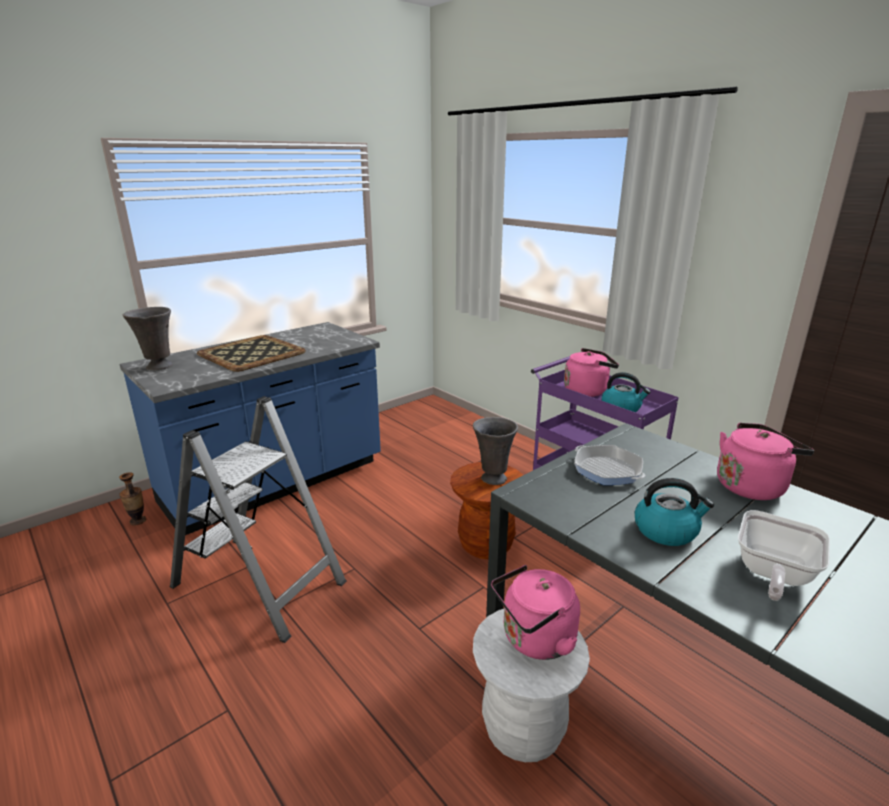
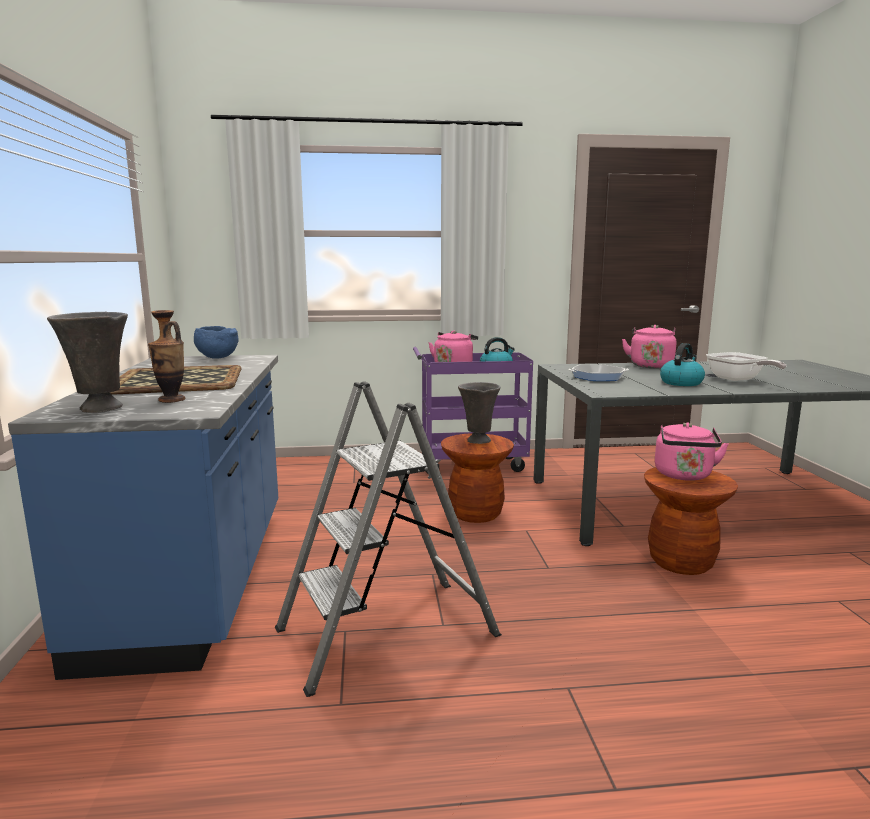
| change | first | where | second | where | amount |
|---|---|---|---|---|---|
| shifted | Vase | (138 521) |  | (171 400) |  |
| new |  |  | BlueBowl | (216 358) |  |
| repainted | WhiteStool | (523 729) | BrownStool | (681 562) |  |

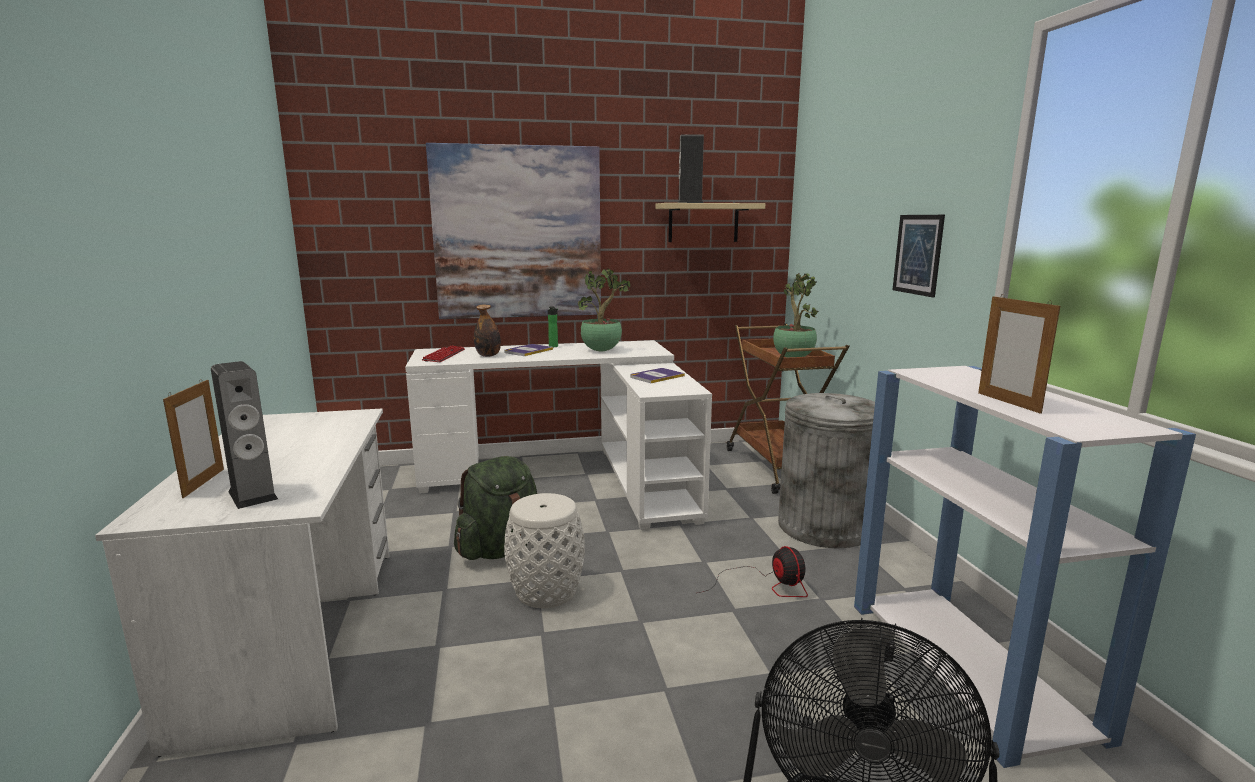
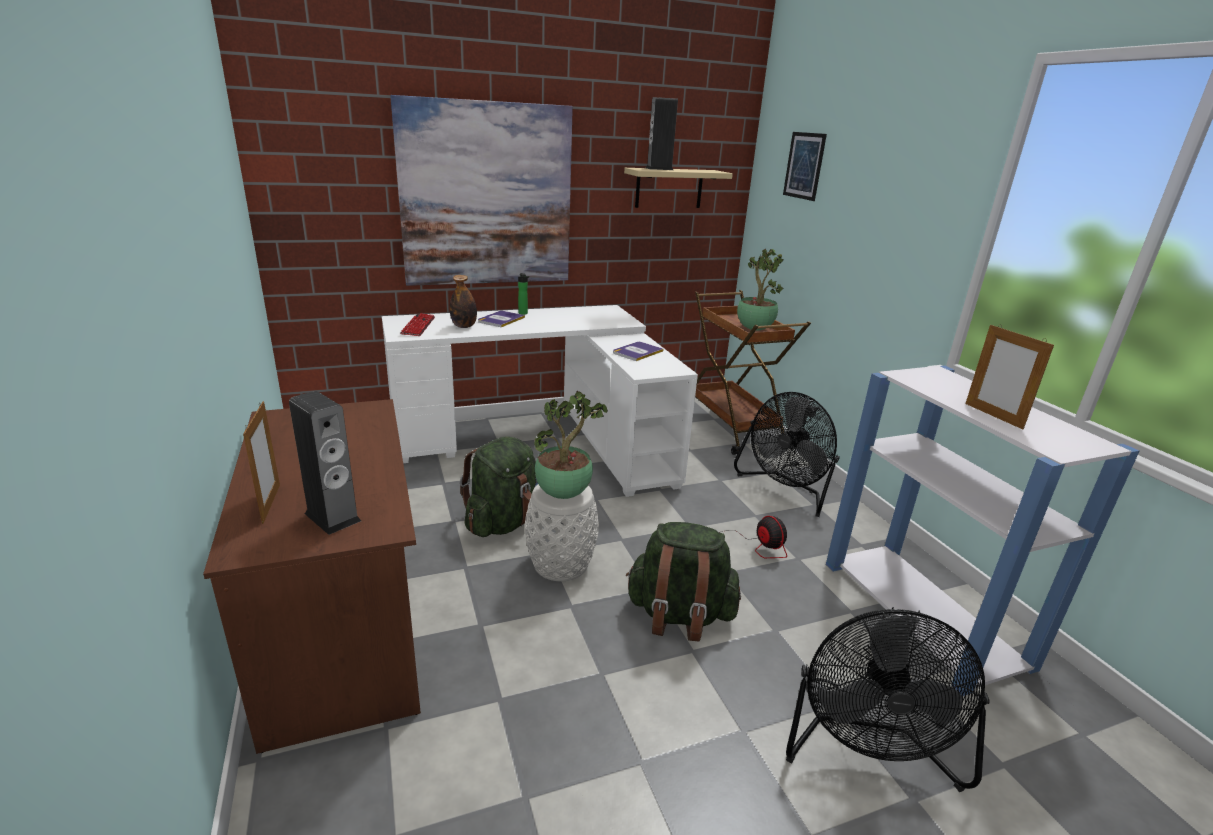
| change | first | where | second | where | amount |
|---|---|---|---|---|---|
| repainted | WhiteDesk | (299 634) | BrownDesk | (343 622) |  |
| shifted | PottedPlant | (602 351) |  | (564 494) |  |
| new |  |  | GreenBackpack | (679 615) |  |
| swapped | GreyTrashCan | (824 526) | BlackFan | (784 487) |  |
| shifted | Picture | (917 254) |  | (804 165) |  |

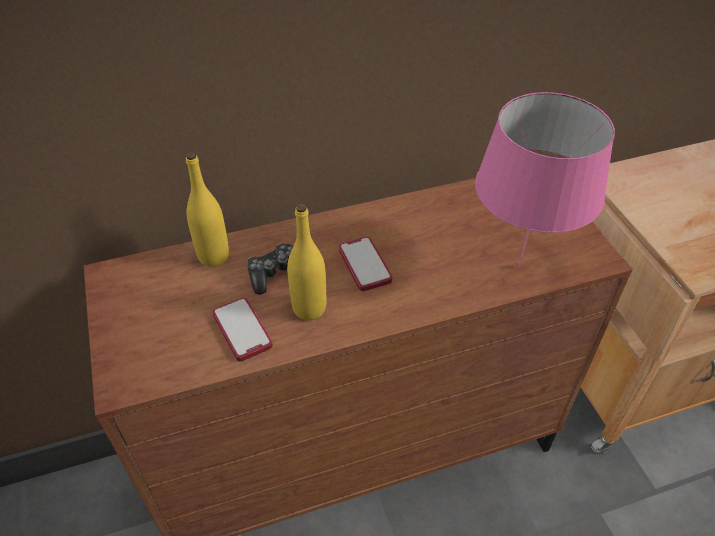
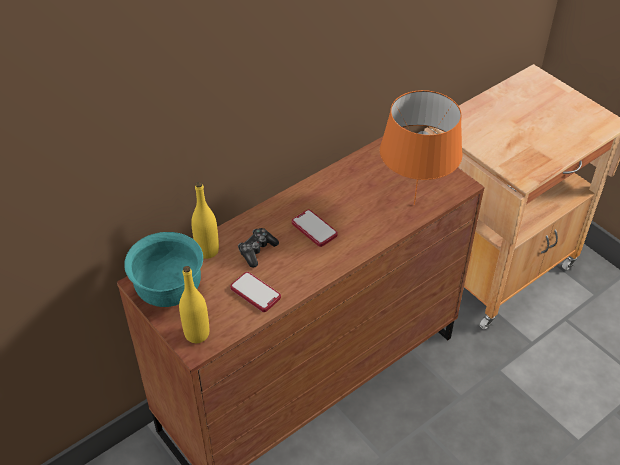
| change | first | where | second | where | amount |
|---|---|---|---|---|---|
| new |  |  | TurquoiseBowl | (169 291) |  |
| shifted | YellowBottle | (309 308) |  | (197 334) |  |
| repainted | PinkTableLamp | (517 267) | OrangeTableLamp | (413 204) |  |

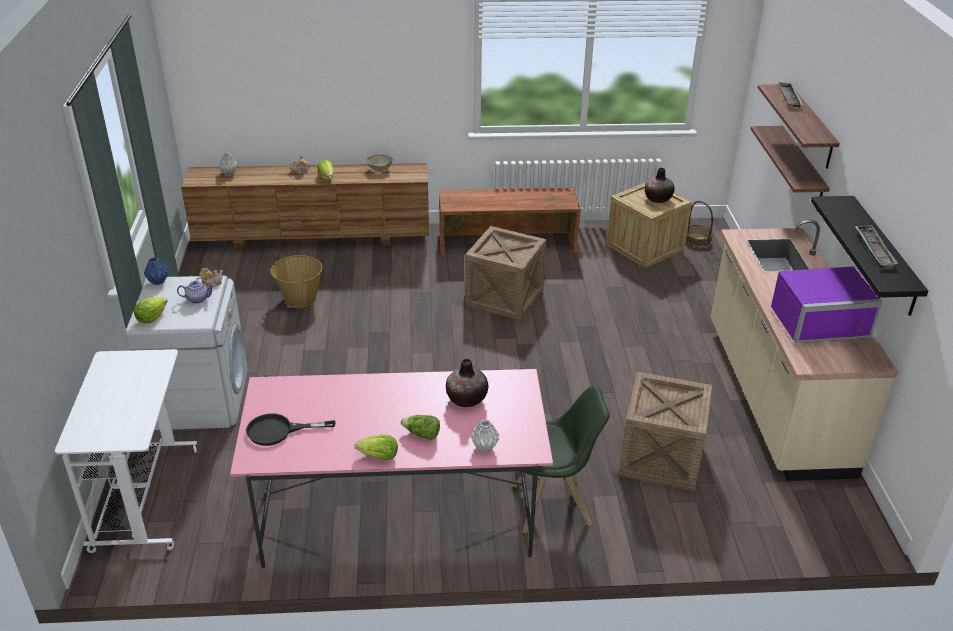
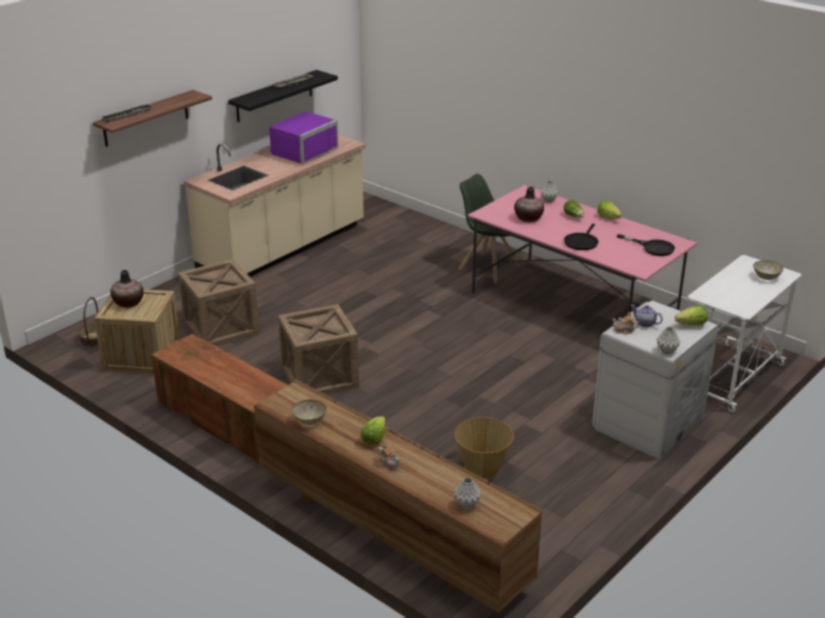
| change | first | where | second | where | amount |
|---|---|---|---|---|---|
| shifted | Crate | (660 457) |  | (221 328) |  |
| rotated | PurpleMicrowave | (817 320) |  | (301 151) | 90 degrees clockwise |
| new |  |  | BlackFryingPan | (581 242) |  |
| repainted | BlueVase | (157 282) | GreyVase | (667 351) |  |
| new |  |  | Bowl | (765 277) |  |
| gone | Shelf | (801 169) |  |  |  |

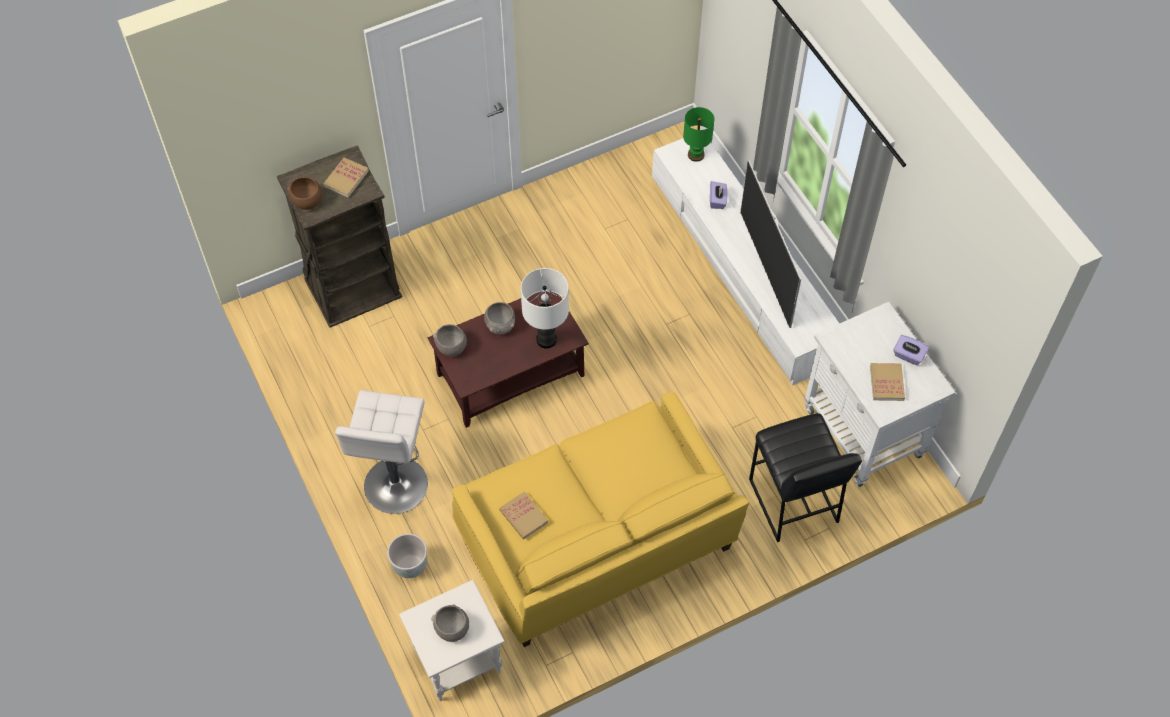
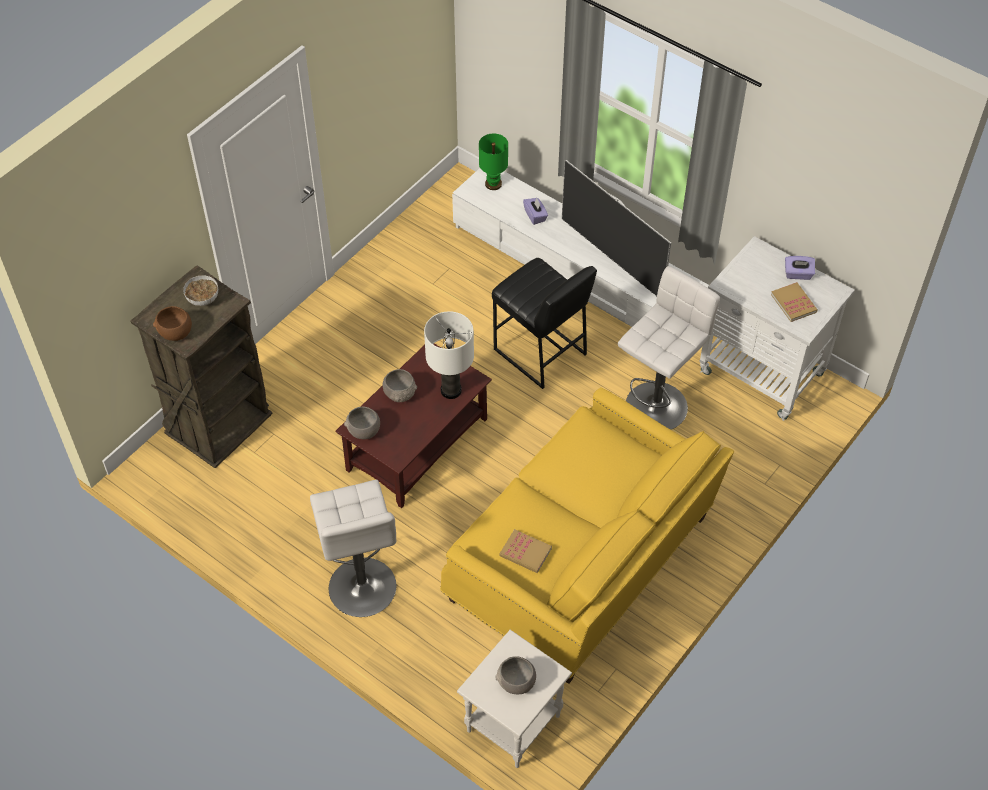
| change | first | where | second | where | amount |
|---|---|---|---|---|---|
| swapped | Book | (346 179) | Bowl | (203 298) |  |
| shifted | BlackStool | (794 502) |  | (541 353) |  |
| new |  |  | WhiteStool | (657 406) |  |
| gone | GreyPlanter | (410 565) |  |  |  |

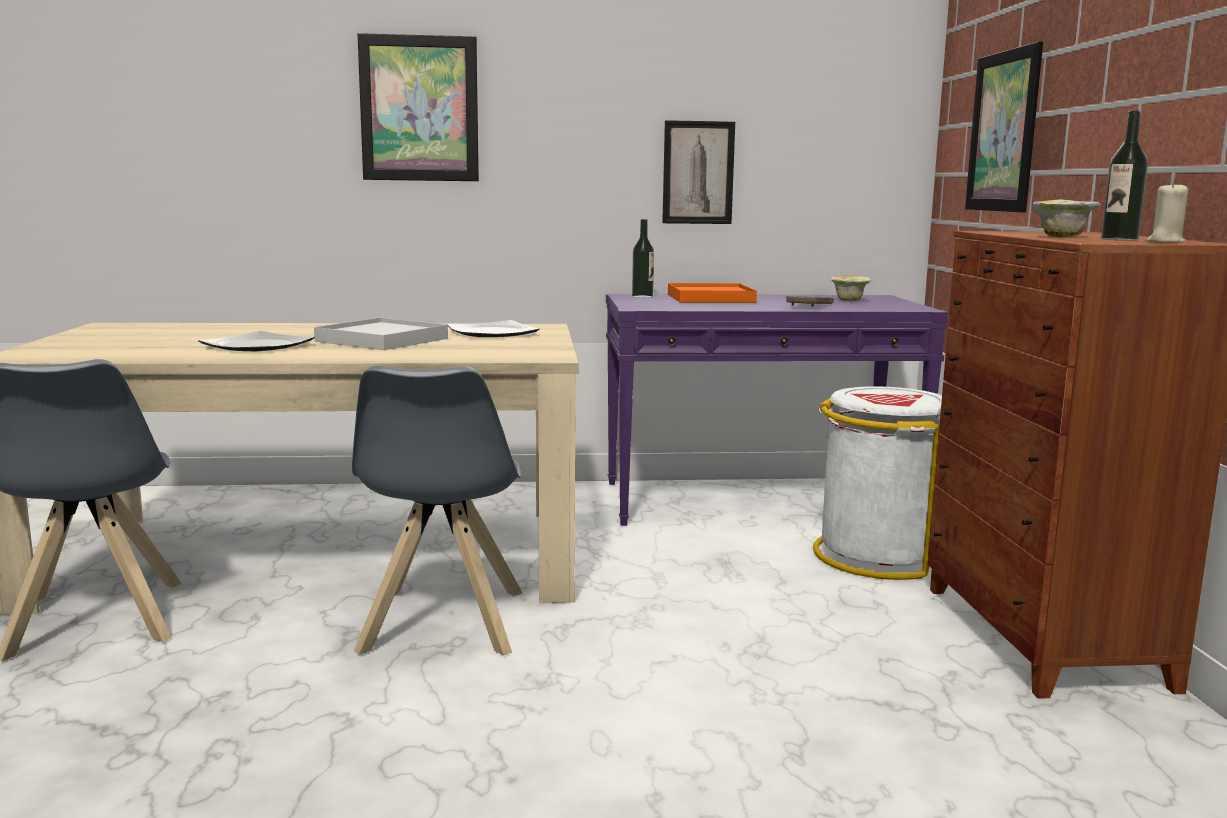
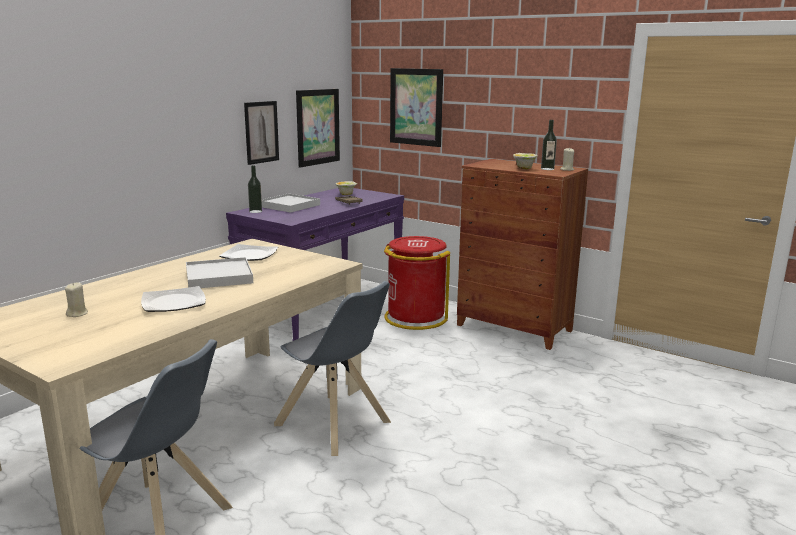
| change | first | where | second | where | amount |
|---|---|---|---|---|---|
| new |  |  | BeigeCandle | (77 314) |  |
| repainted | OrangeTray | (710 298) | WhiteTray | (289 205) |  |
| shifted | Picture | (419 109) |  | (318 127) |  |
| repainted | WhiteTrashCan | (877 555) | RedTrashCan | (415 318) |  |

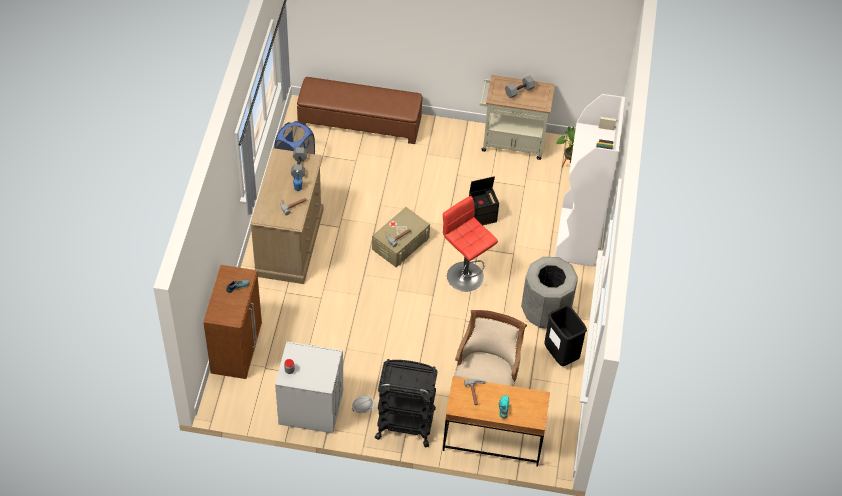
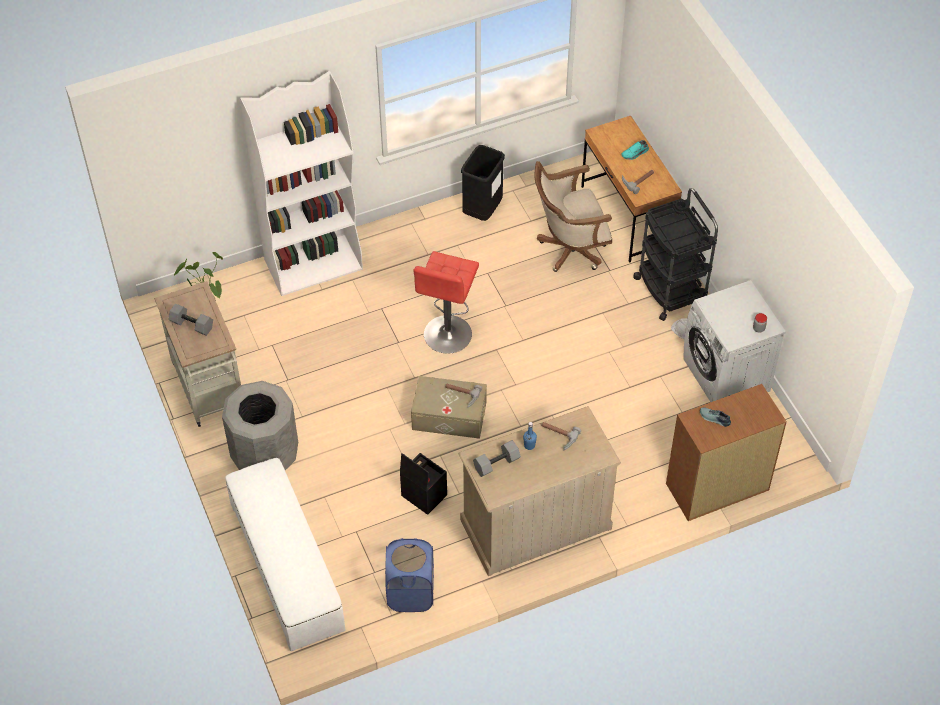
| change | first | where | second | where | amount |
|---|---|---|---|---|---|
| shifted | GreyTrashCan | (545 311) |  | (265 455) |  |
| repainted | BrownBench | (360 121) | WhiteBench | (285 565) |  |
| shifted | BlackStorageBox | (482 216) |  | (423 495) |  |

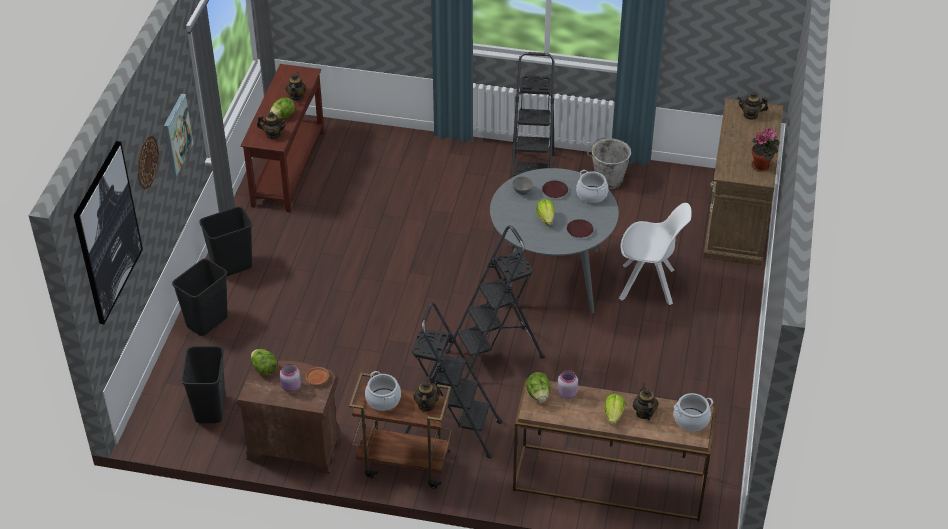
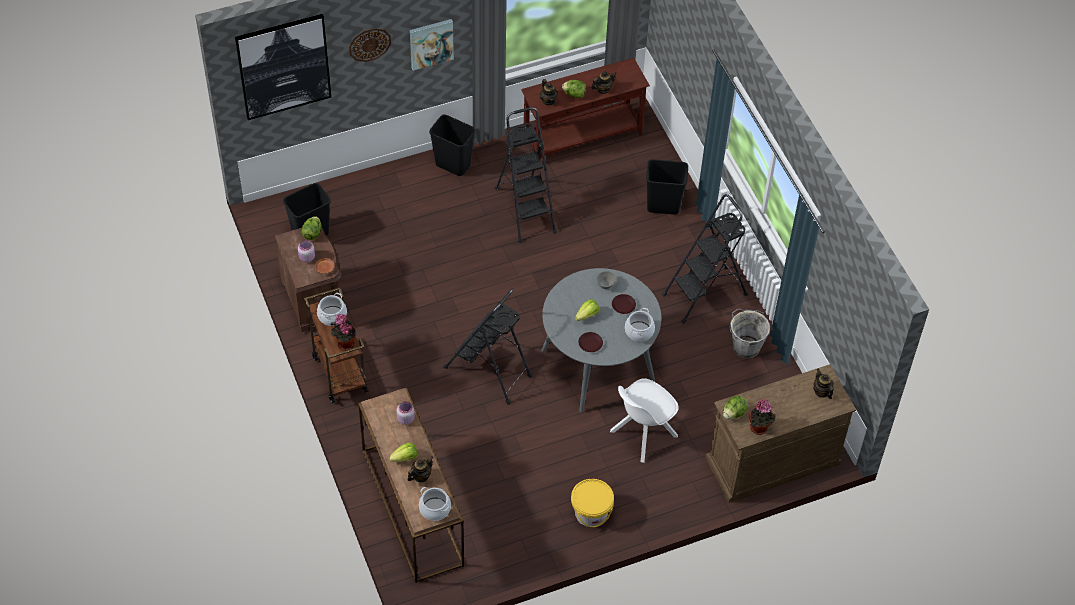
| change | first | where | second | where | amount |
|---|---|---|---|---|---|
| swapped | Teapot | (426 405) | PottedPlant | (344 343) |  |
| shifted | StepLadder | (450 430) |  | (525 209) |  |
| new |  |  | YellowBucket | (591 513) |  |
| rotated | WhiteChair | (648 284) |  | (642 434) | 75 degrees clockwise |
| shifted | BlackTrashCan | (207 321) |  | (663 205) |  |
| shifted | Lettuce | (538 395) |  | (734 413) |  |

